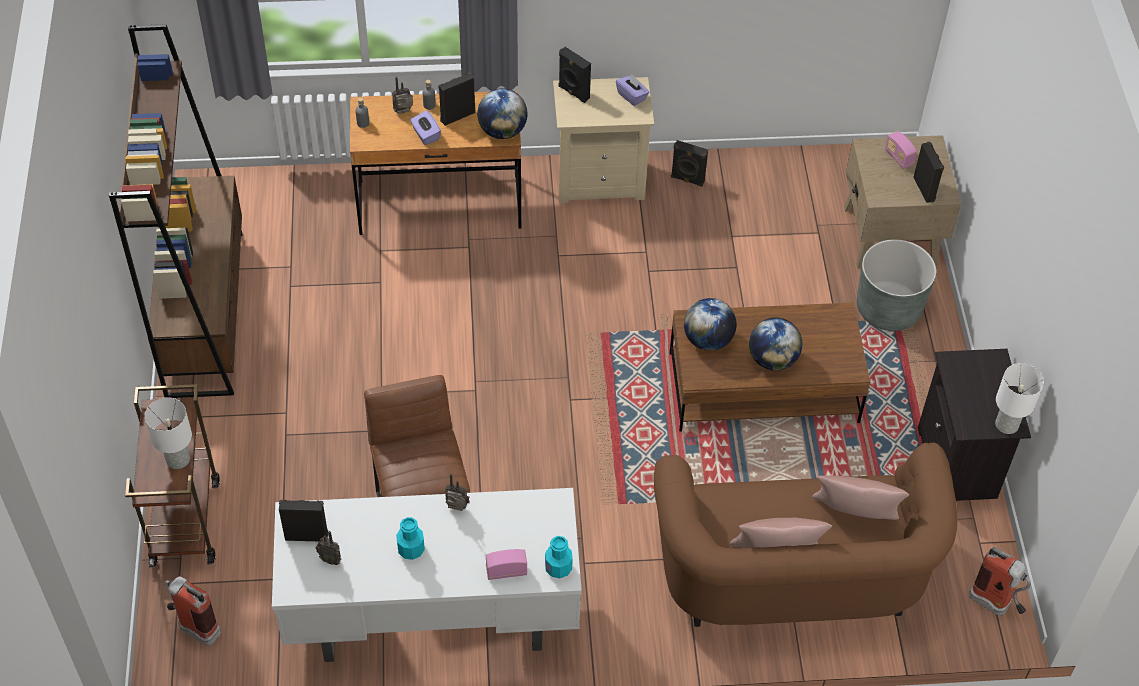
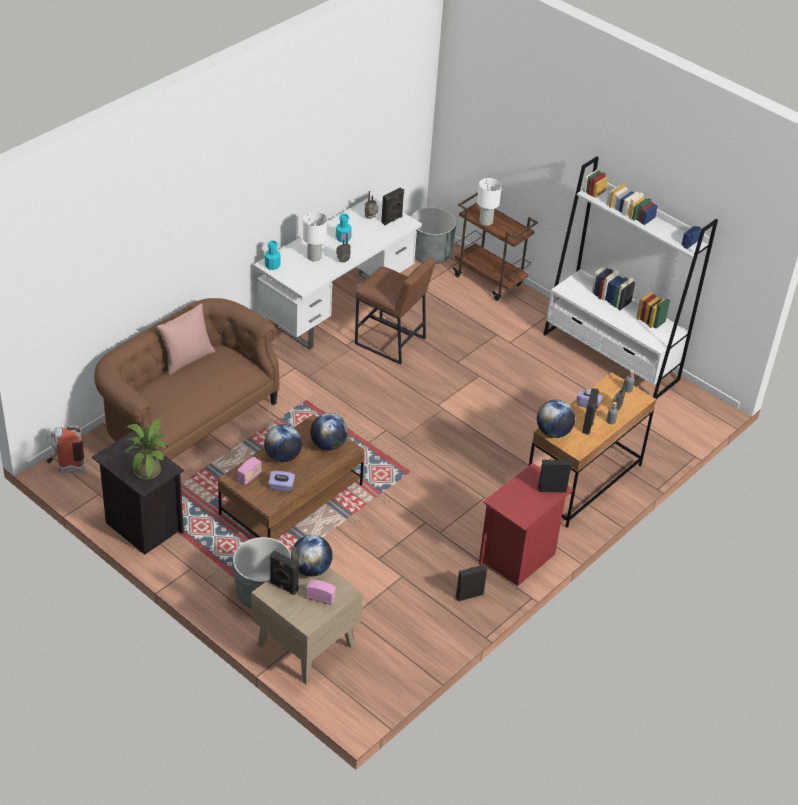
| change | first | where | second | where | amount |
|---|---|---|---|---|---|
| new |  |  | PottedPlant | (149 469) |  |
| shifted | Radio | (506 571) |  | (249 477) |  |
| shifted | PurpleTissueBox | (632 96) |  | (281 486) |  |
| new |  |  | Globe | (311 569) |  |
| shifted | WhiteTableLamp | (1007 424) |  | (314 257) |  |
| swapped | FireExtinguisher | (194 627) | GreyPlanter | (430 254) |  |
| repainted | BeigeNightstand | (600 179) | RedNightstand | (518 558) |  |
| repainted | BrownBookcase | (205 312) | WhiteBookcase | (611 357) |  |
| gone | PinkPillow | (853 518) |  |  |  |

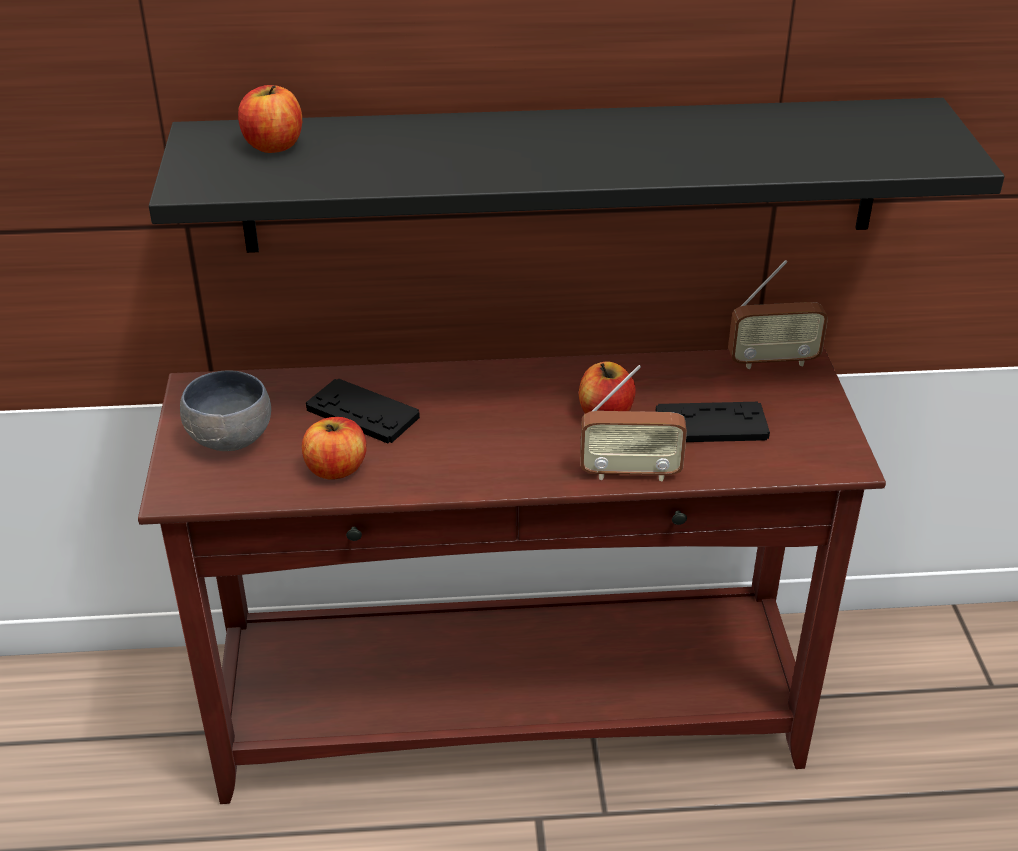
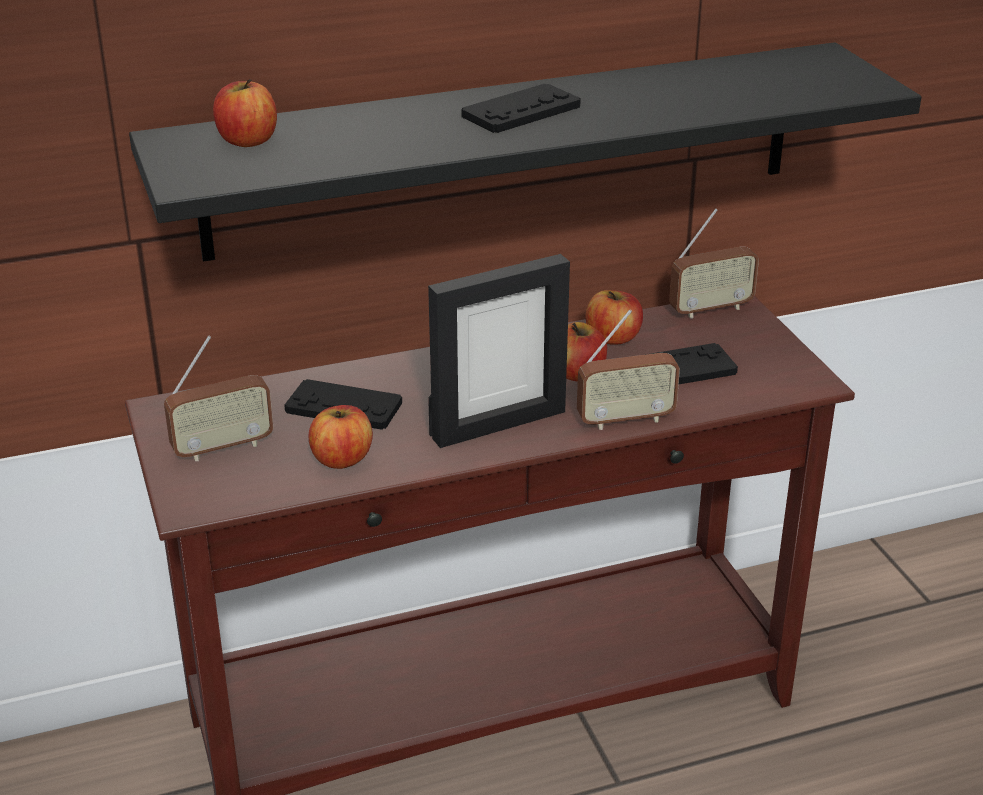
| change | first | where | second | where | amount |
|---|---|---|---|---|---|
| swapped | GreyBowl | (233 437) | Radio | (223 447) |  |
| new |  |  | PictureFrame | (498 423) |  |
| new |  |  | BlackGameController | (521 111) |  |
| new |  |  | Apple | (613 338) |  |

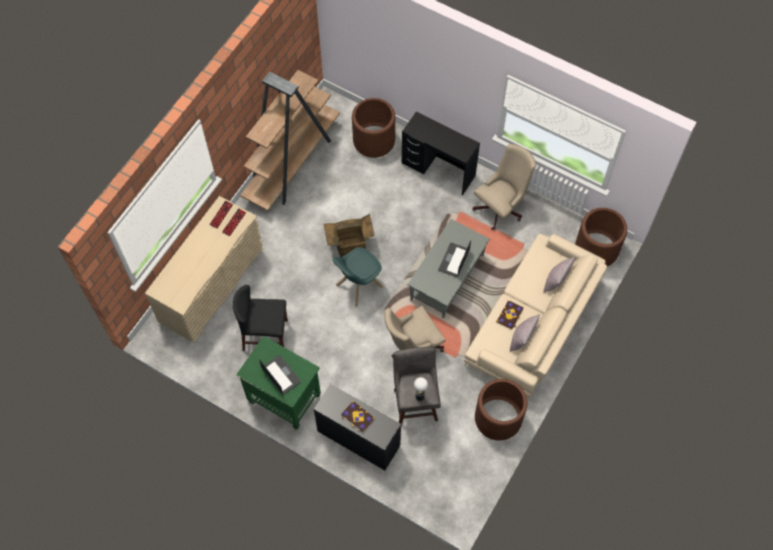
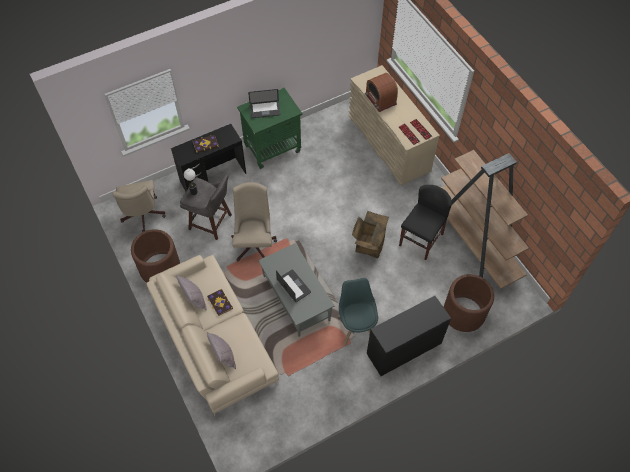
| change | first | where | second | where | amount |
|---|---|---|---|---|---|
| shifted | BeigeOfficeChair | (501 207) |  | (143 216) |  |
| shifted | TurquoiseChair | (358 286) |  | (356 327) |  |
| new |  |  | Radio | (380 99) |  |
| shifted | BlackChair | (265 335) |  | (421 240) |  |
| gone | BrownPlanter | (596 249) |  |  |  |

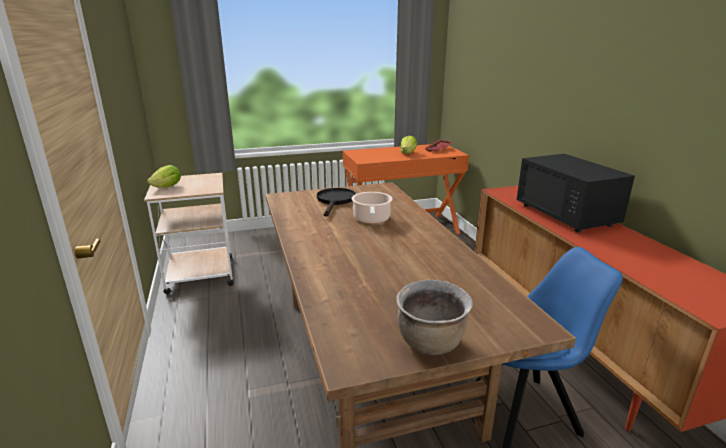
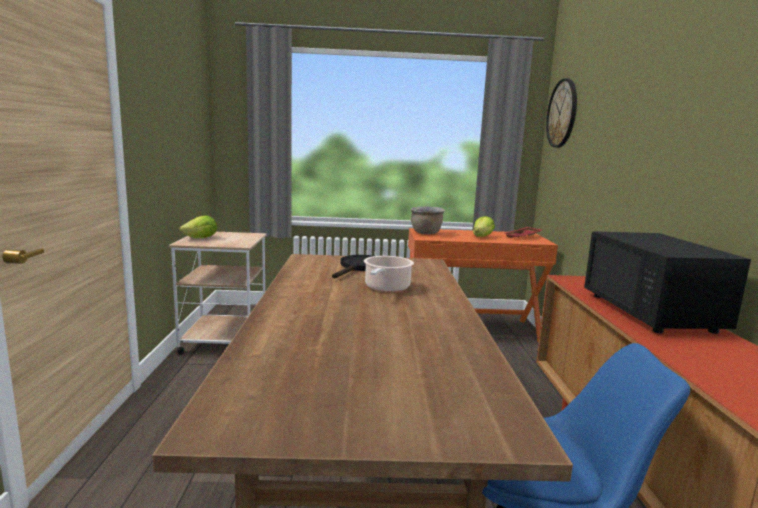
| change | first | where | second | where | amount |
|---|---|---|---|---|---|
| shifted | BrownCookingPot | (431 344) |  | (426 233) |  |
| new |  |  | WallClock | (562 113) |  |

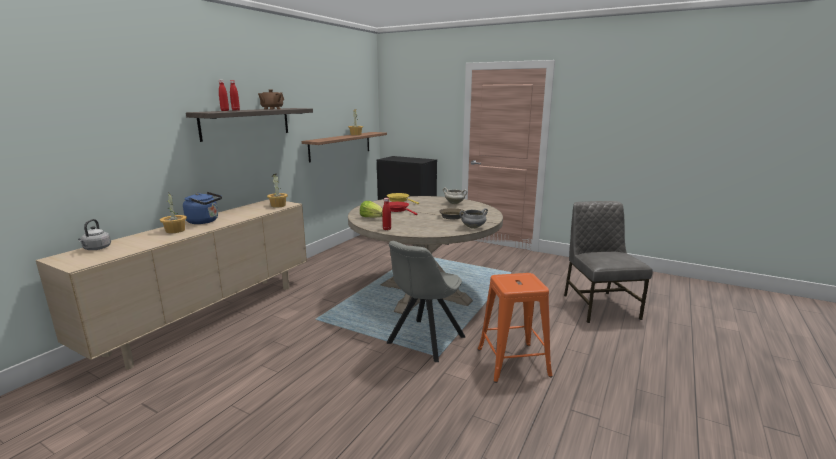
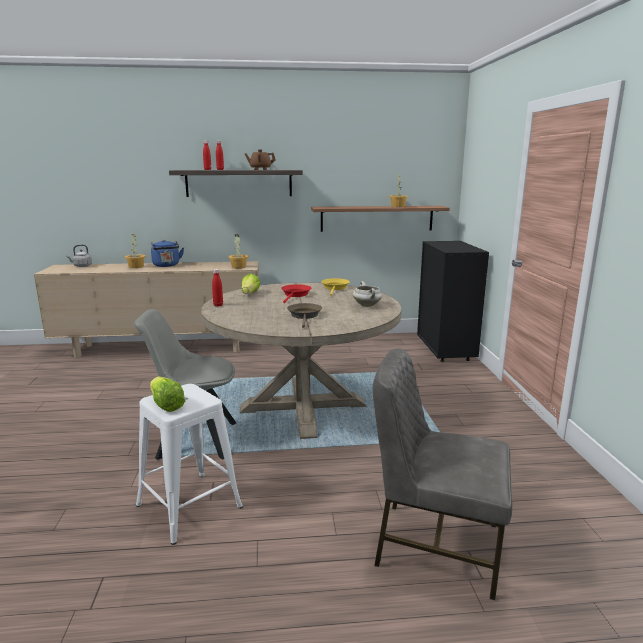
| change | first | where | second | where | amount |
|---|---|---|---|---|---|
| repainted | OrangeStool | (513 362) | WhiteStool | (189 506) |  |
| new |  |  | Lettuce | (166 405) |  |
| rotated | GreyChair | (599 306) |  | (435 545) | 120 degrees counterclockwise |
| gone | GreyCookingPot | (473 227) |  |  |  |

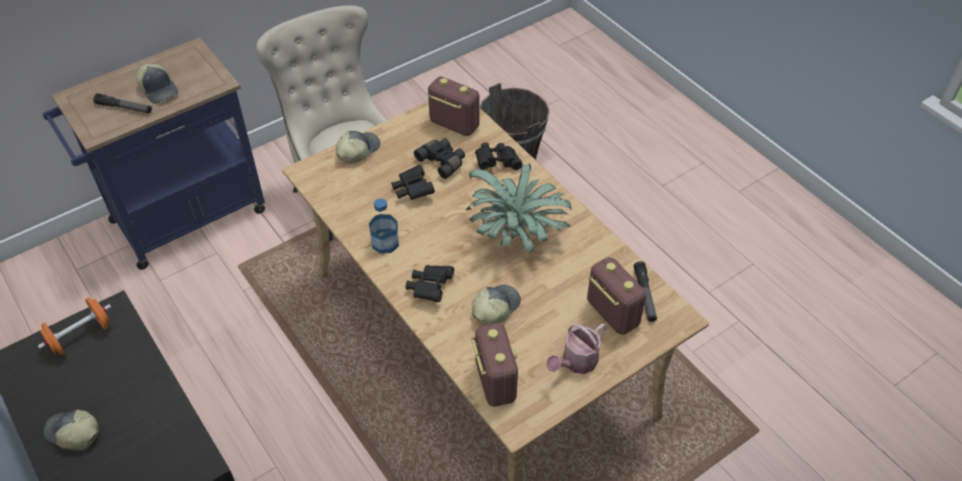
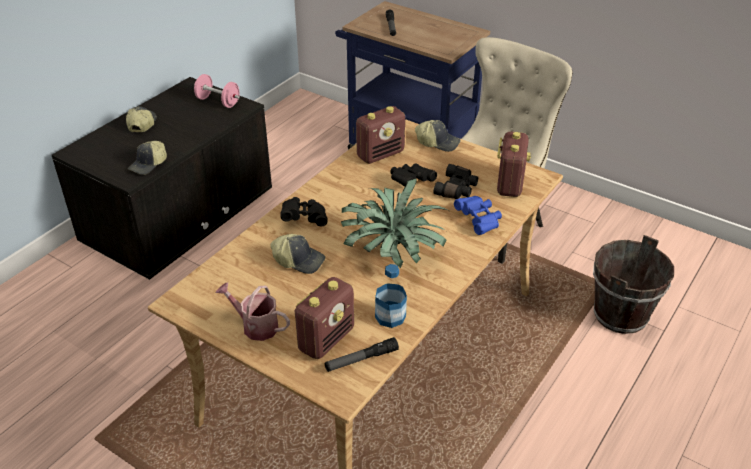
| change | first | where | second | where | amount |
|---|---|---|---|---|---|
| shifted | Cap | (159 89) |  | (149 164) |  |
| repainted | OrangeDumbbell | (80 336) | PinkDumbbell | (218 102) |  |
| shifted | Radio | (495 381) |  | (381 154) |  |
| shifted | Bottle | (385 243) |  | (390 316) |  |
| repainted | BlackBinoculars | (497 163) | BlueBinoculars | (479 221) |  |

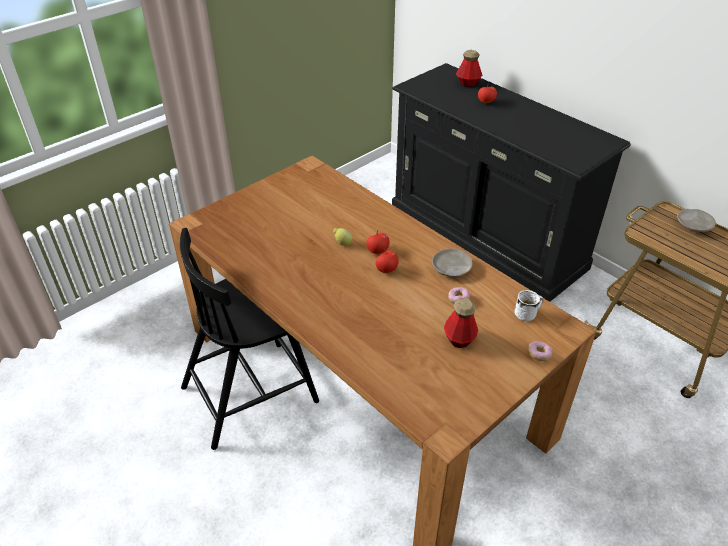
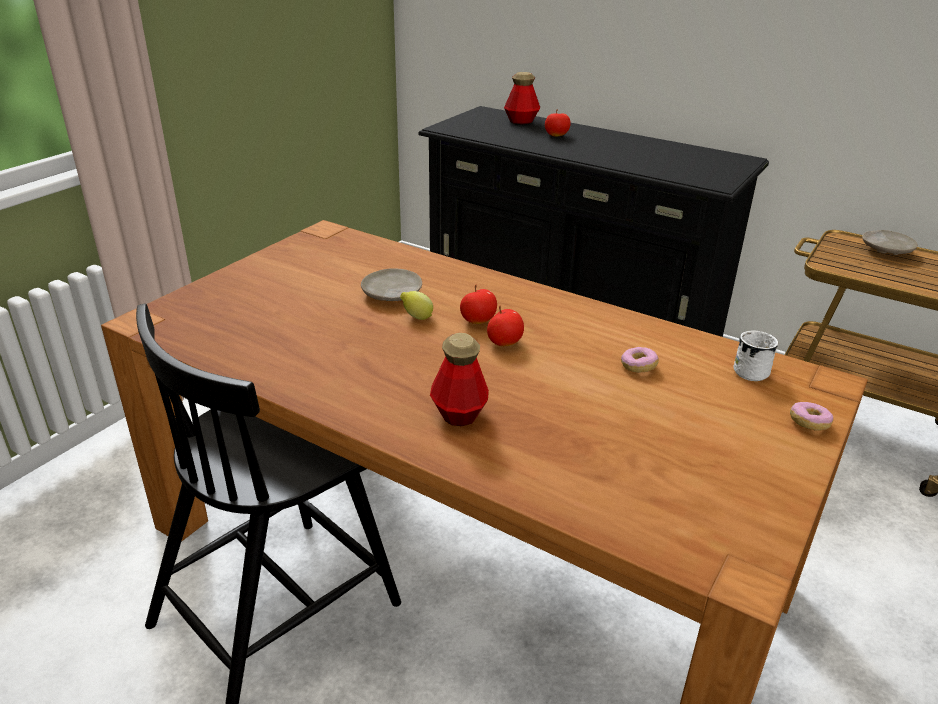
| change | first | where | second | where | amount |
|---|---|---|---|---|---|
| shifted | BeigePlate | (451 268) |  | (391 294) |  |
| shifted | Bottle | (459 339) |  | (459 413) |  |

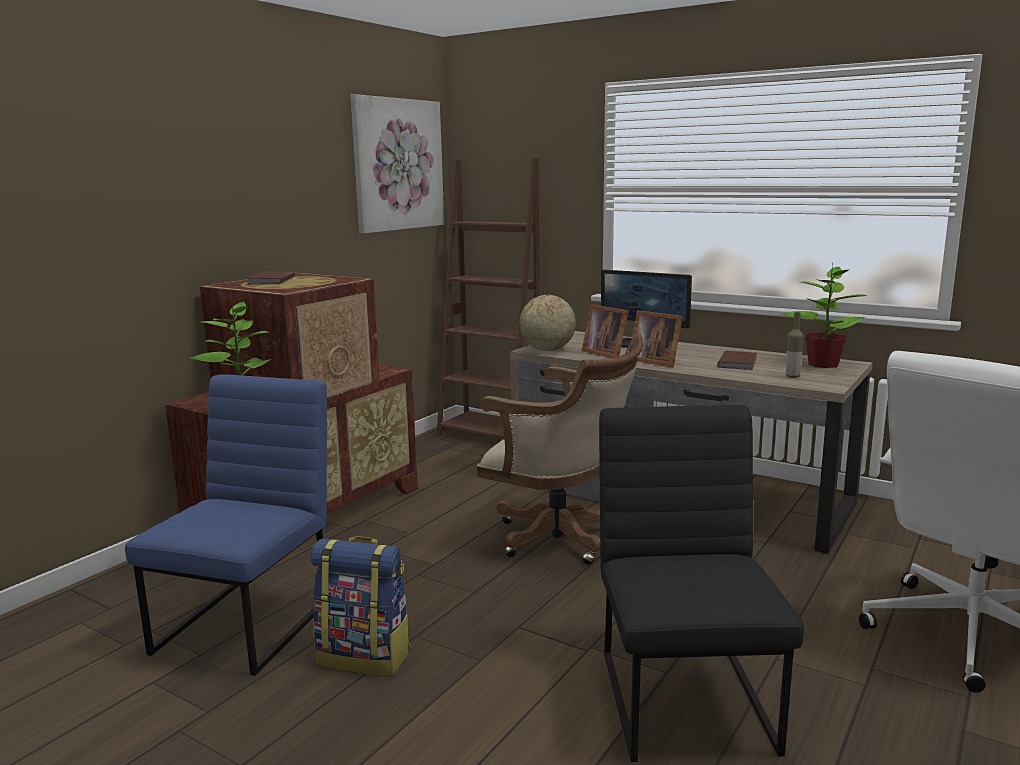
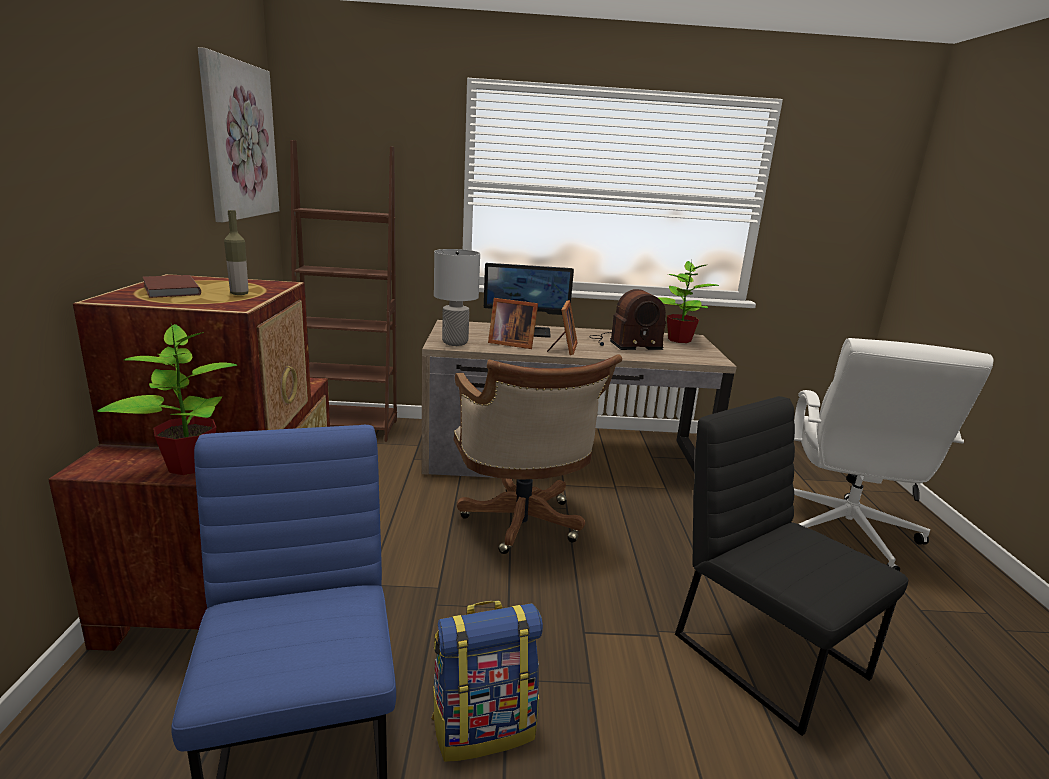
| change | first | where | second | where | amount |
|---|---|---|---|---|---|
| shifted | Bottle | (792 376) |  | (239 294) |  |
| swapped | Globe | (547 350) | GreyTableLamp | (454 344) |  |
| rotated | OfficeChair | (563 539) |  | (524 524) | 75 degrees clockwise |
| rotated | PictureFrame | (654 361) |  | (563 348) | 90 degrees counterclockwise |
| swapped | BrownBook | (738 362) | Radio | (624 343) |  |

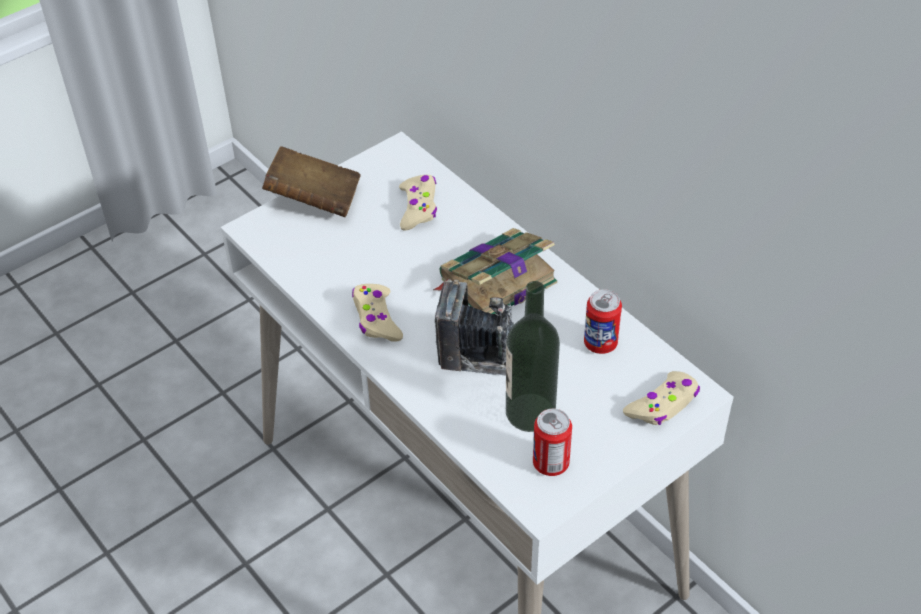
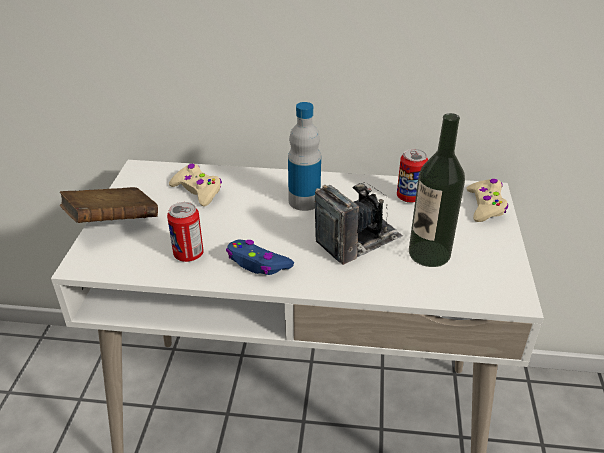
| change | first | where | second | where | amount |
|---|---|---|---|---|---|
| shifted | Can | (550 463) |  | (188 254) |  |
| repainted | BeigeGameController | (376 319) | BlueGameController | (258 263) |  |
| swapped | Book | (495 281) | Bottle | (304 201) |  |

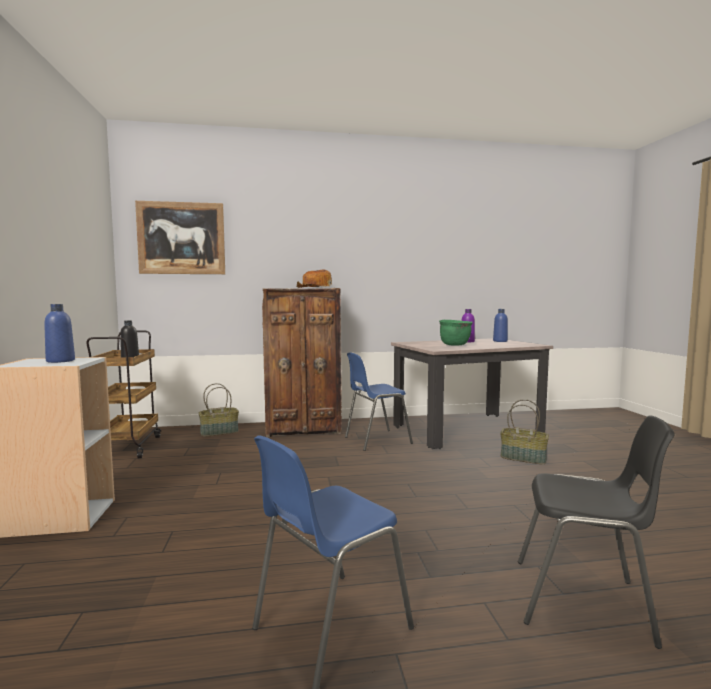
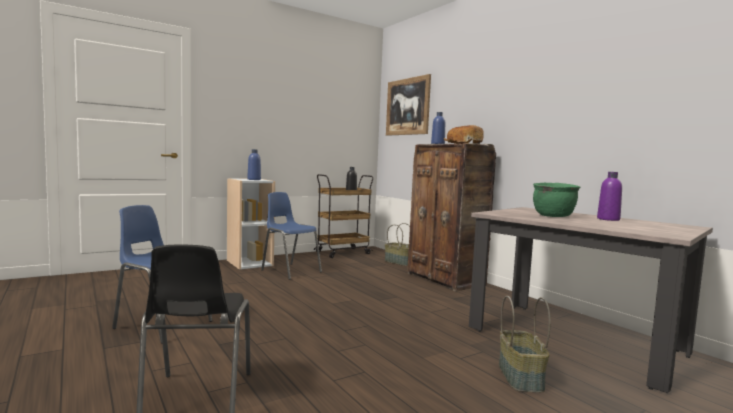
| change | first | where | second | where | amount |
|---|---|---|---|---|---|
| shifted | BlueChair | (376 440) |  | (290 271) |  |
| shifted | BlueBottle | (500 341) |  | (437 144) |  |

